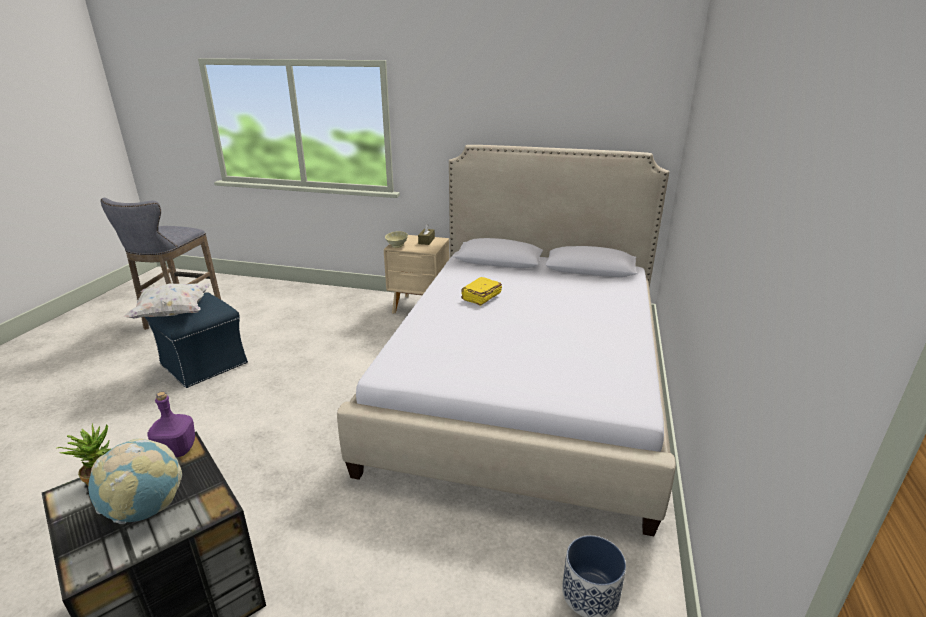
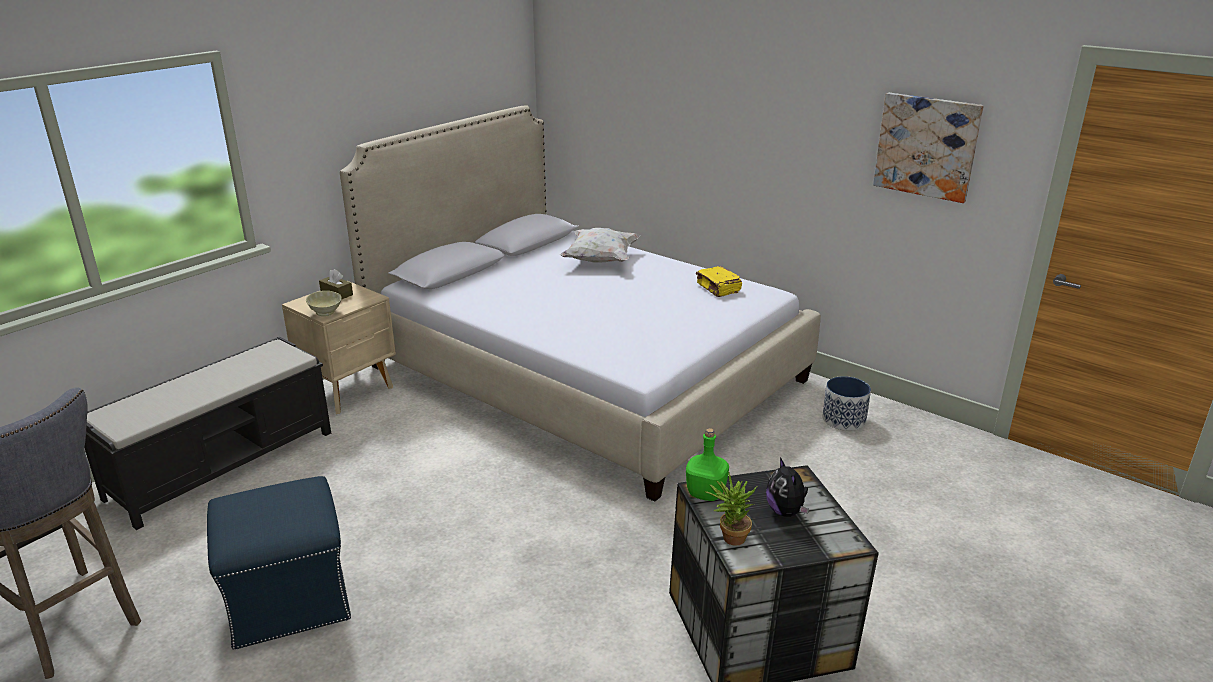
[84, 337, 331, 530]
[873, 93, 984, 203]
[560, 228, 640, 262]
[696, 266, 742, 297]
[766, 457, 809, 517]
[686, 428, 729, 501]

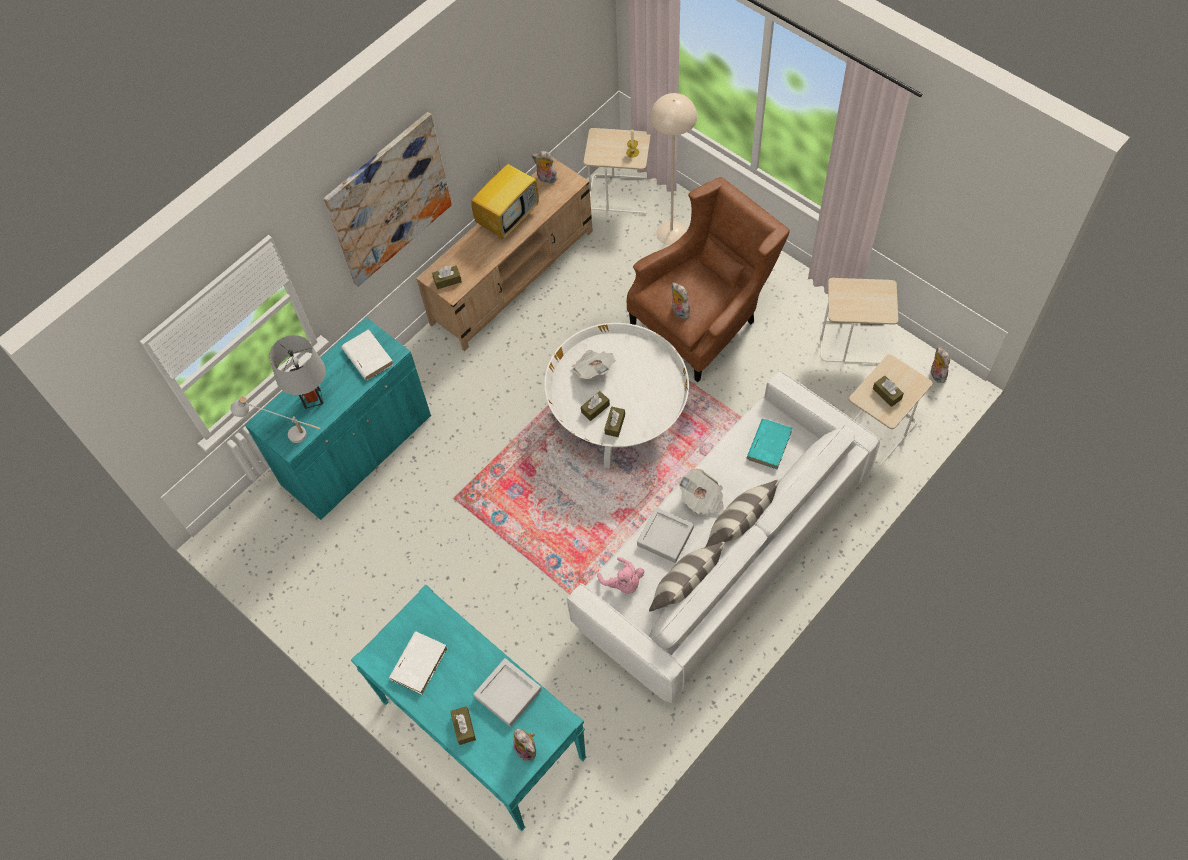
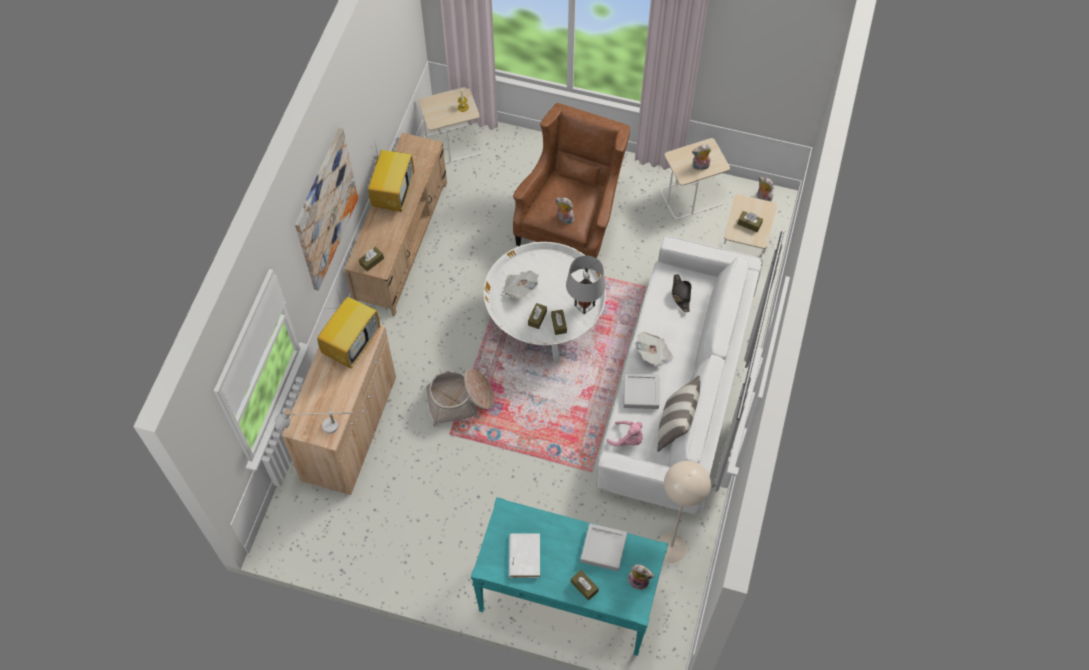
[706, 479, 780, 547] (first image)
[426, 369, 494, 427]
[566, 256, 606, 314]
[692, 144, 711, 170]
[658, 461, 711, 563]
[317, 290, 380, 369]
[672, 274, 692, 312]
[281, 313, 396, 495]

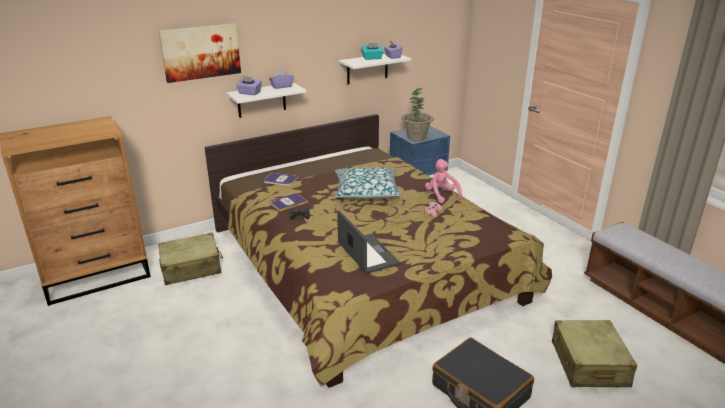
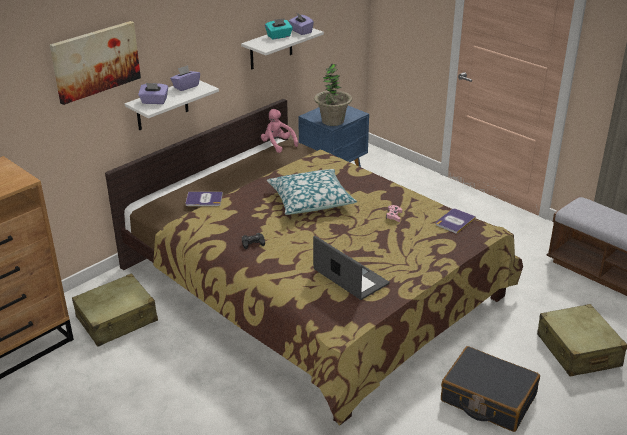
[436, 209, 476, 234]
[261, 109, 298, 153]

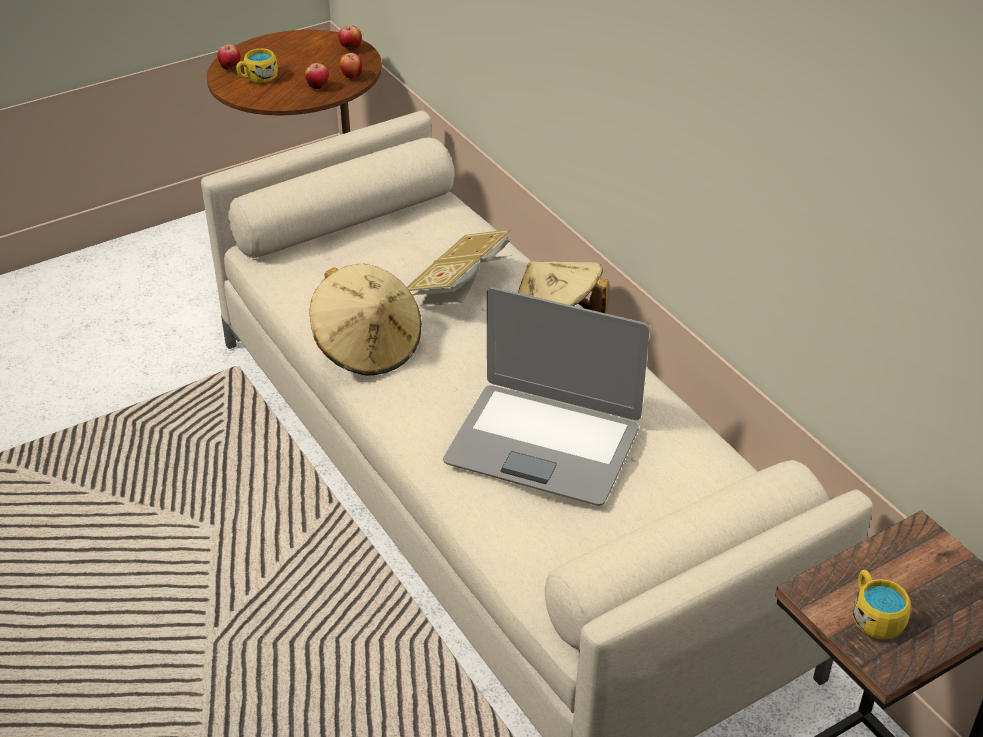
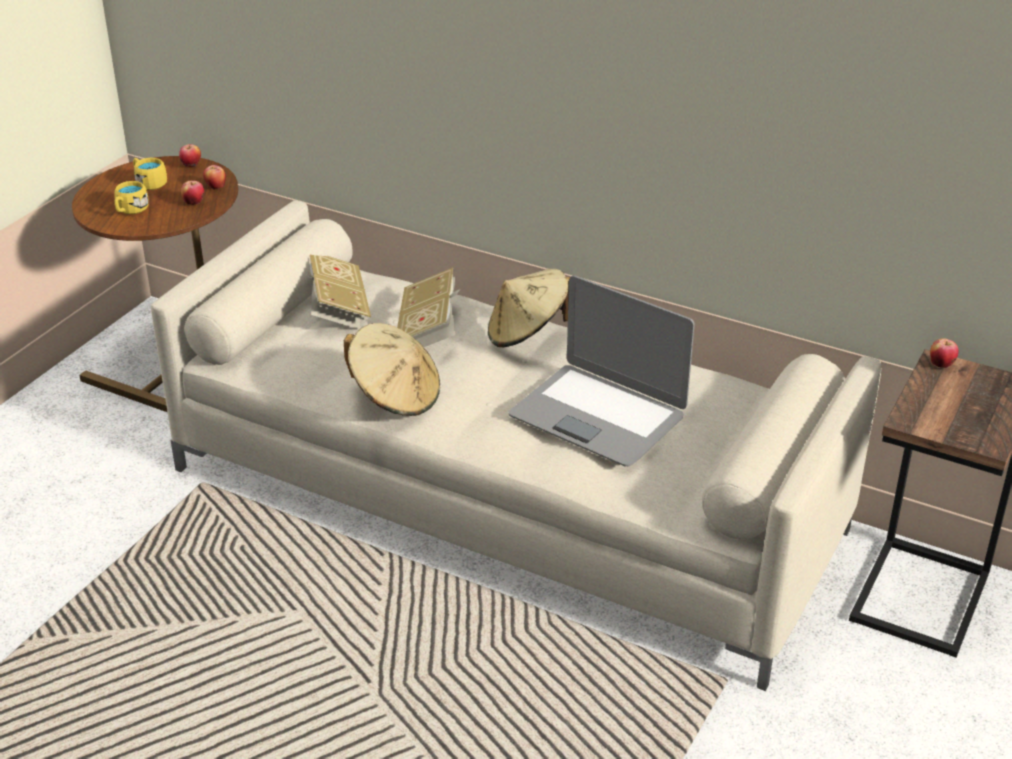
[309, 255, 371, 329]
[930, 338, 959, 368]
[133, 158, 167, 190]
[509, 275, 695, 467]

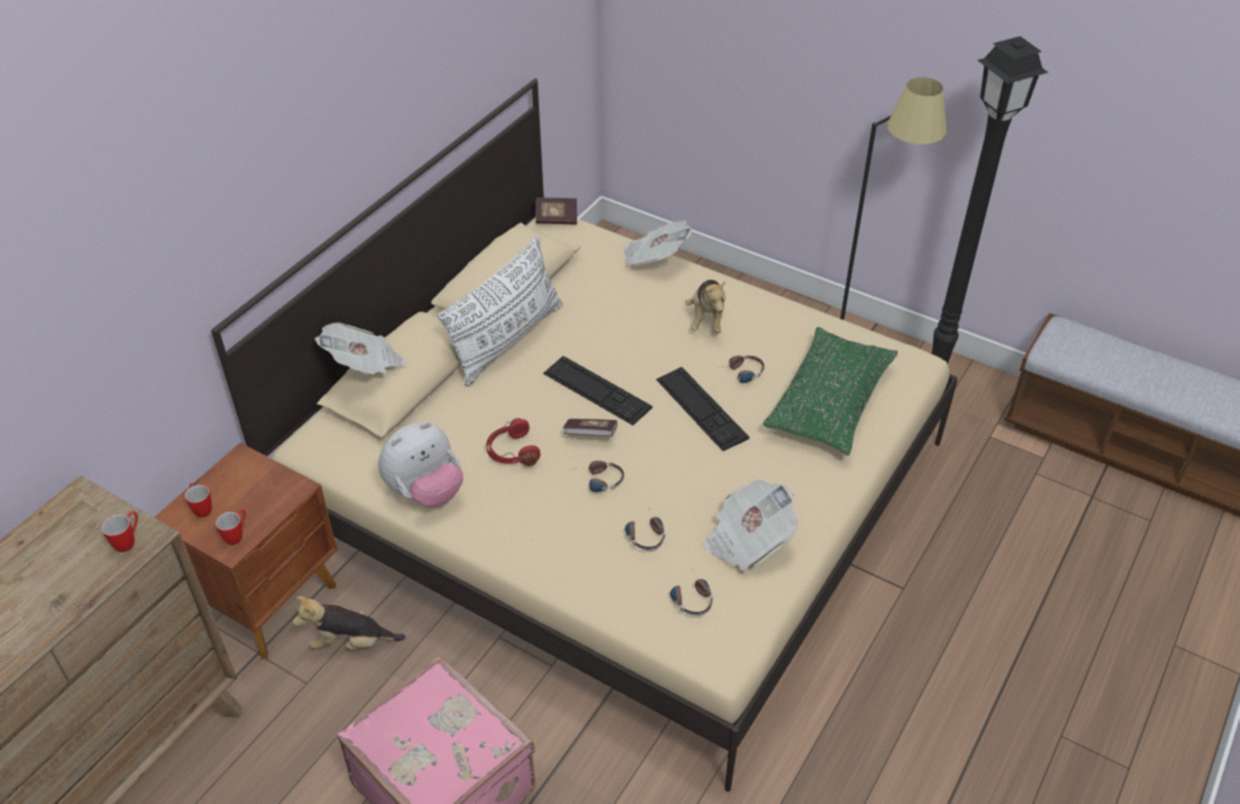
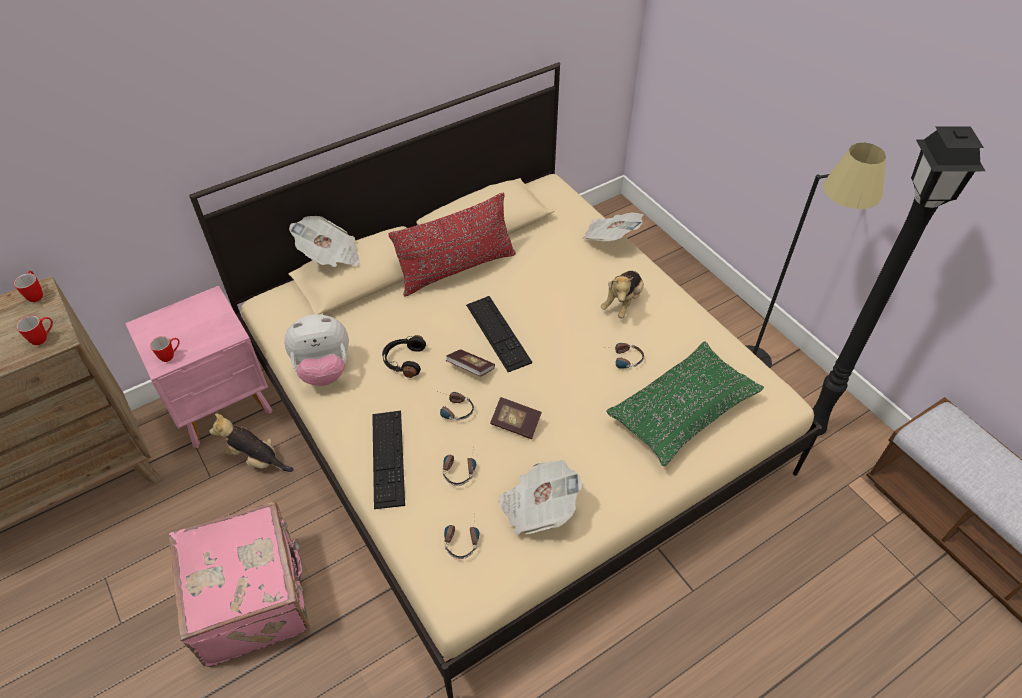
[14, 271, 43, 302]
[490, 397, 541, 439]
[372, 411, 405, 509]
[125, 286, 272, 448]
[389, 193, 516, 297]
[382, 335, 426, 378]

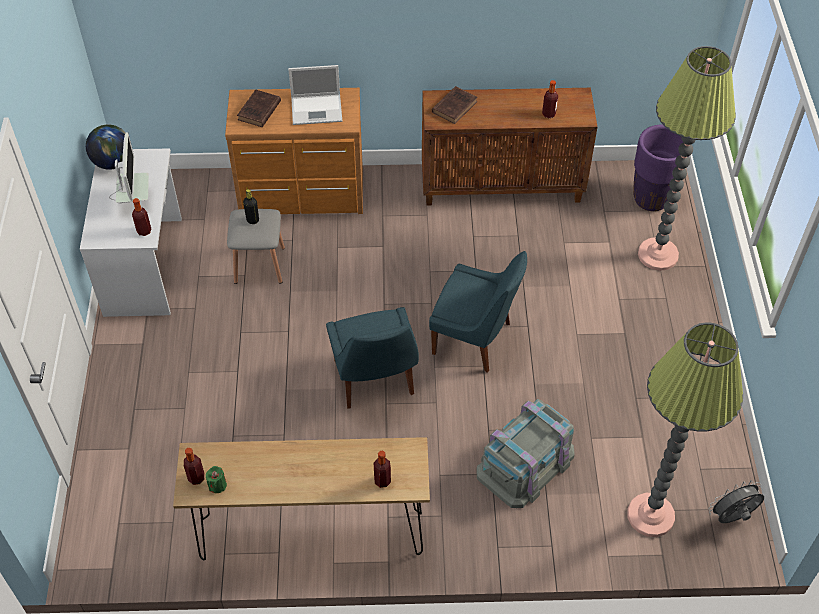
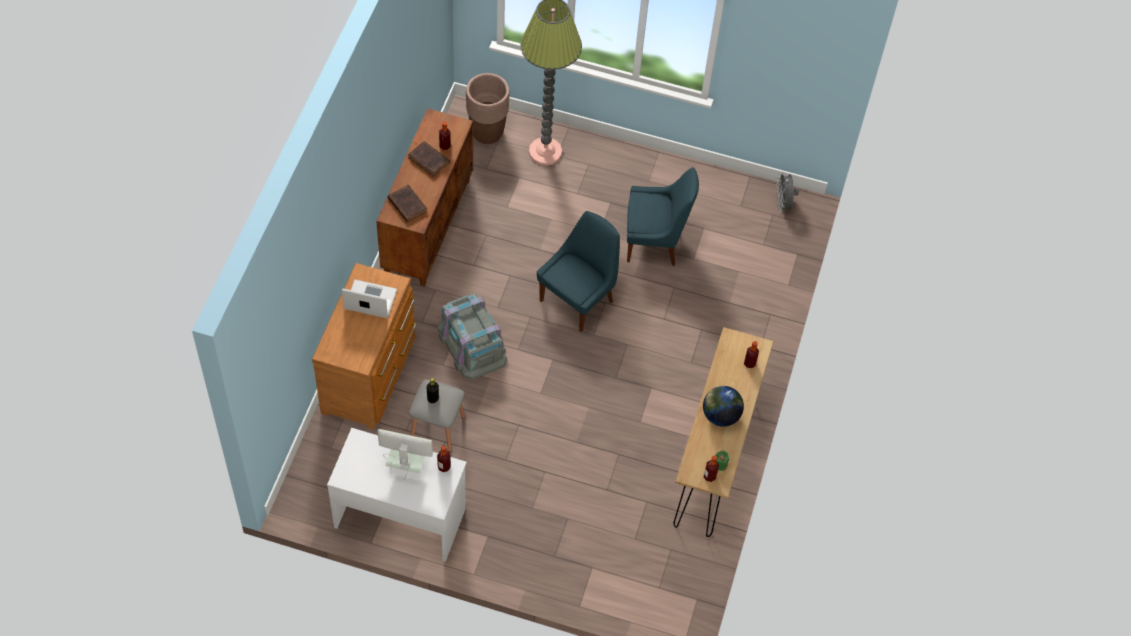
[627, 323, 743, 537] (first image)
[703, 386, 744, 427]
[408, 141, 450, 177]
[627, 167, 699, 266]
[438, 293, 507, 380]
[466, 73, 510, 144]
[342, 279, 397, 318]

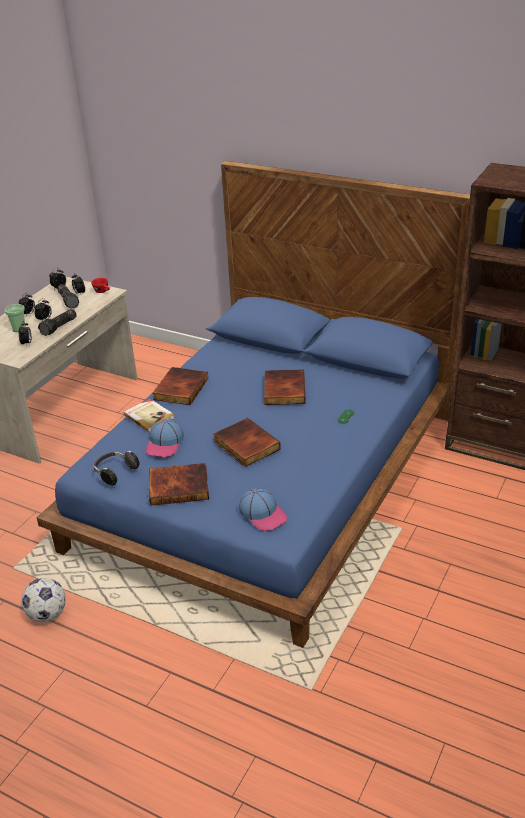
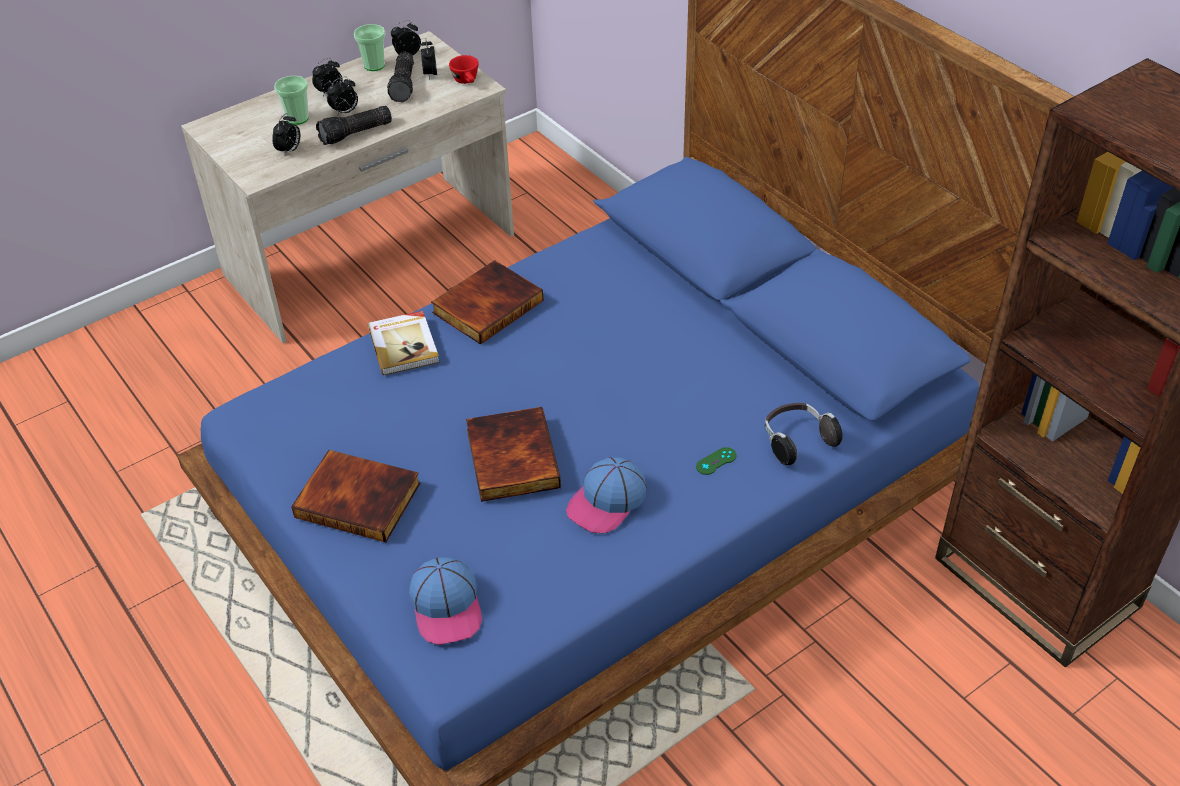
[21, 578, 66, 622] (first image)
[264, 369, 306, 405] (first image)
[354, 24, 385, 71]
[765, 403, 843, 465]
[566, 457, 647, 533]

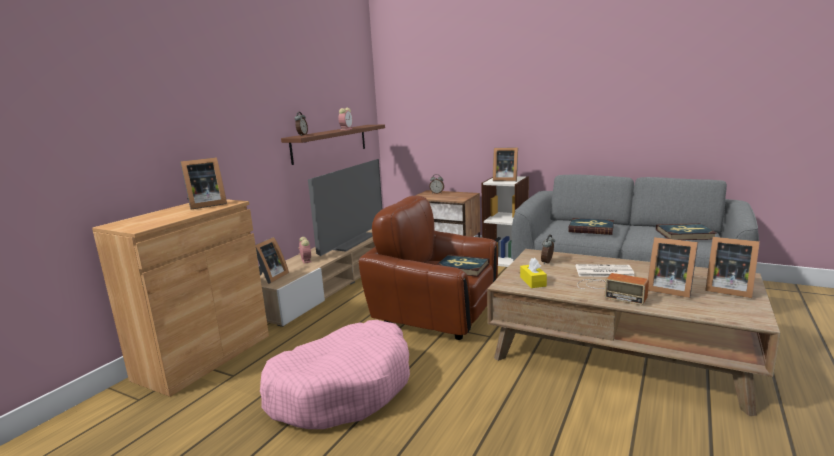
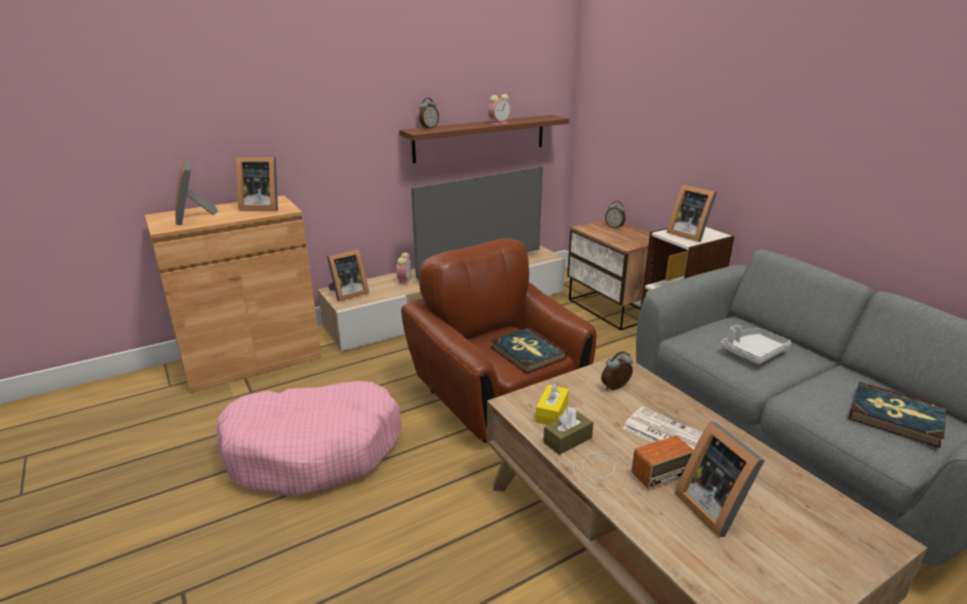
[543, 407, 593, 455]
[175, 161, 218, 225]
[720, 325, 791, 364]
[573, 435, 693, 490]

